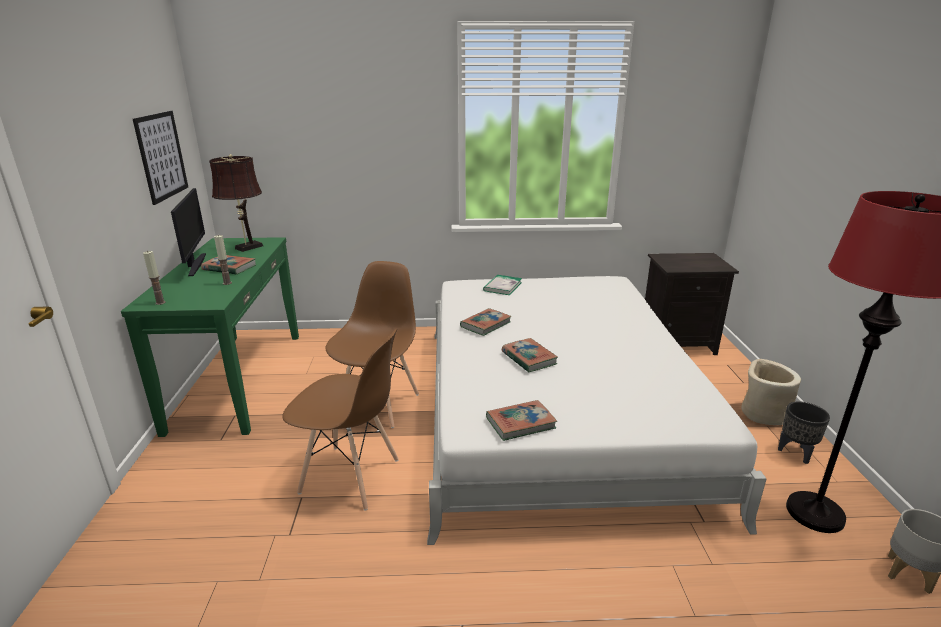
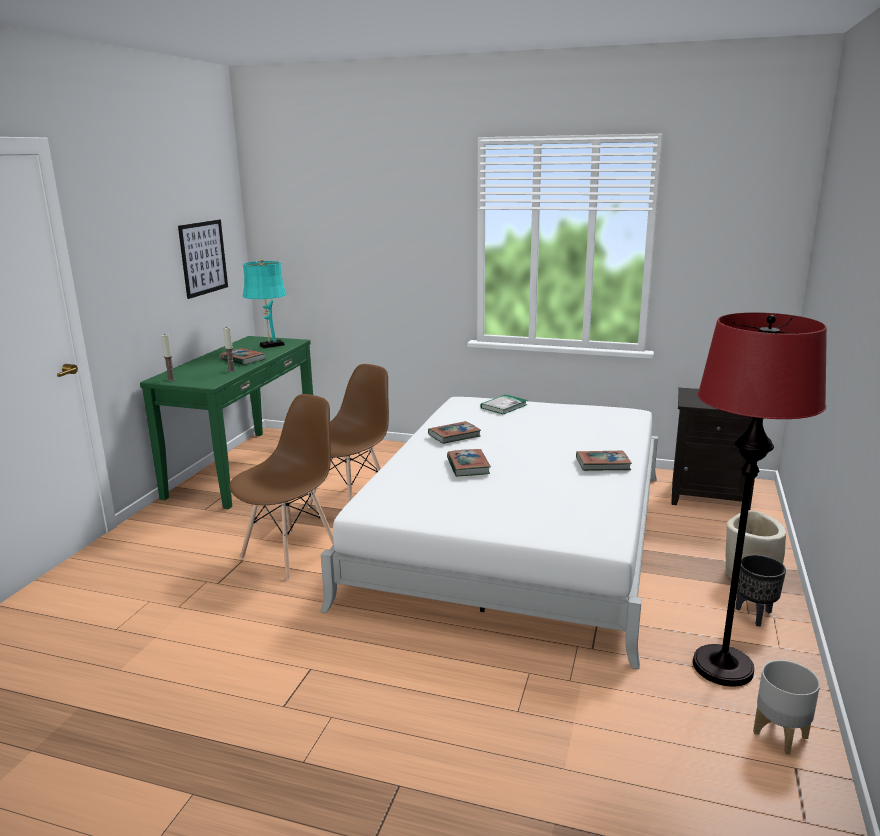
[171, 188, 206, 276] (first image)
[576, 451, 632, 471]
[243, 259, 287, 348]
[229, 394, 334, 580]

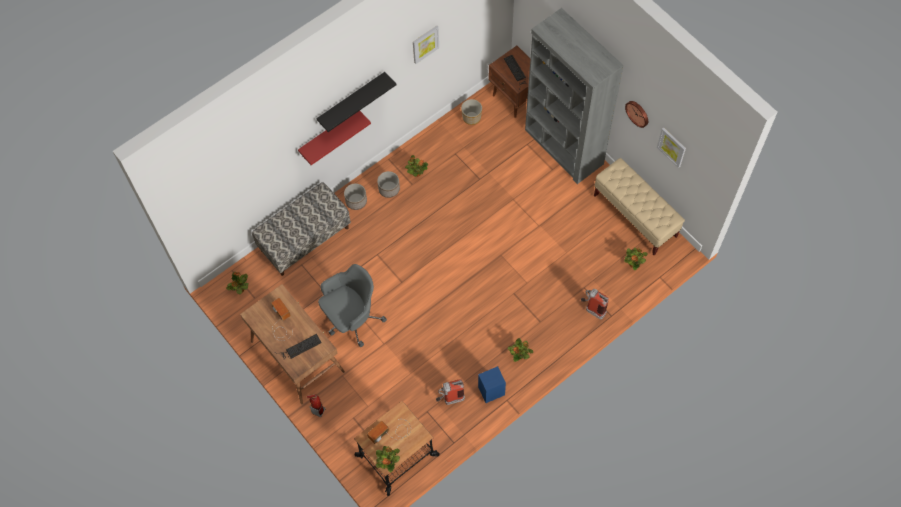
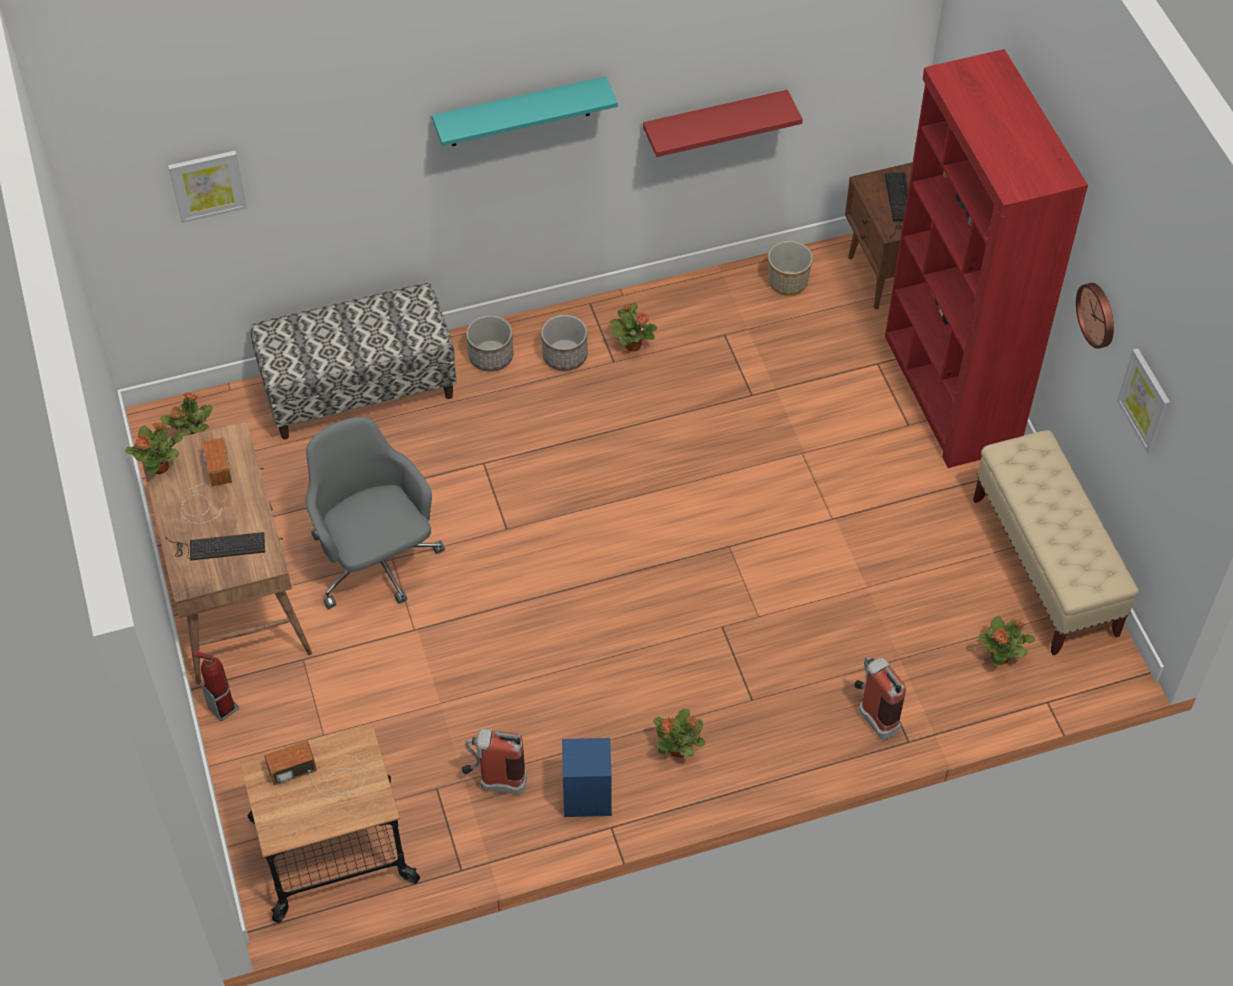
[643, 90, 803, 157]
[125, 422, 183, 475]
[168, 151, 247, 223]
[432, 76, 618, 146]
[885, 49, 1088, 468]
[306, 417, 445, 609]

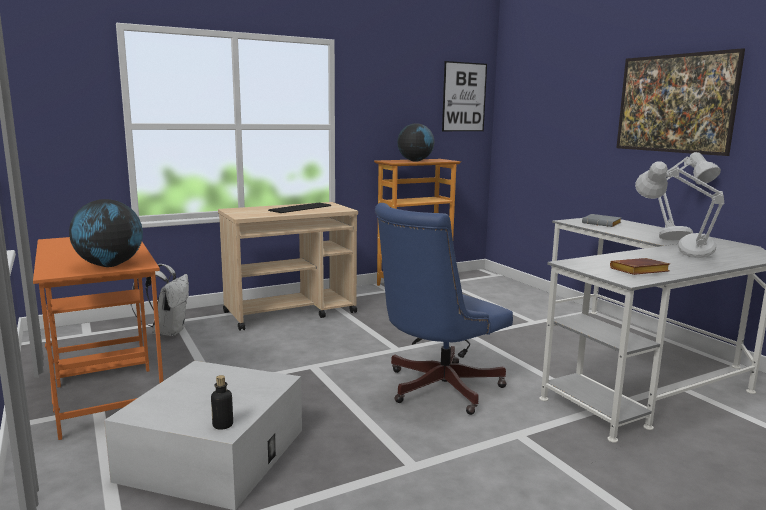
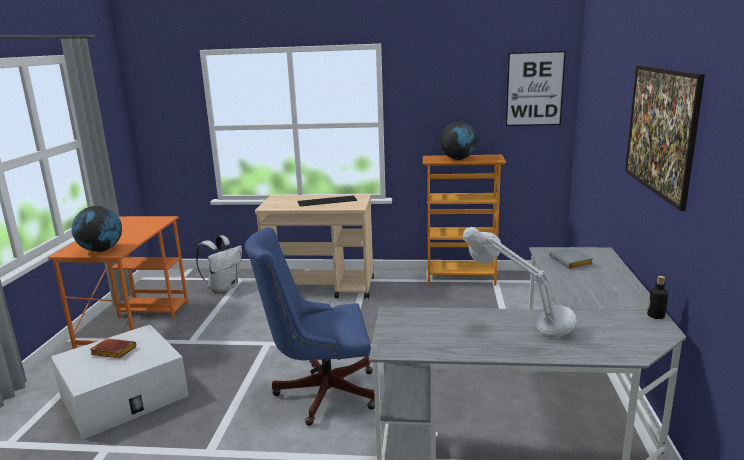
[658, 152, 721, 240] (first image)
[647, 276, 668, 319]
[89, 338, 136, 358]

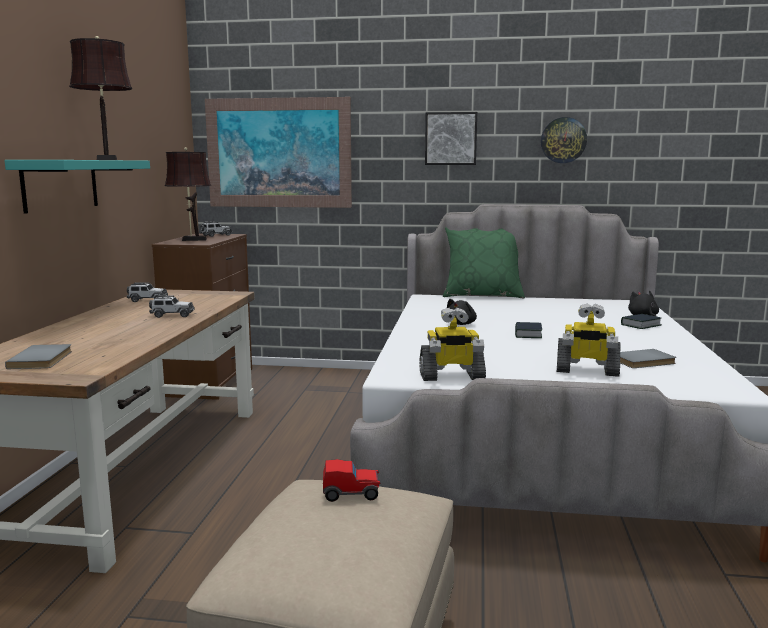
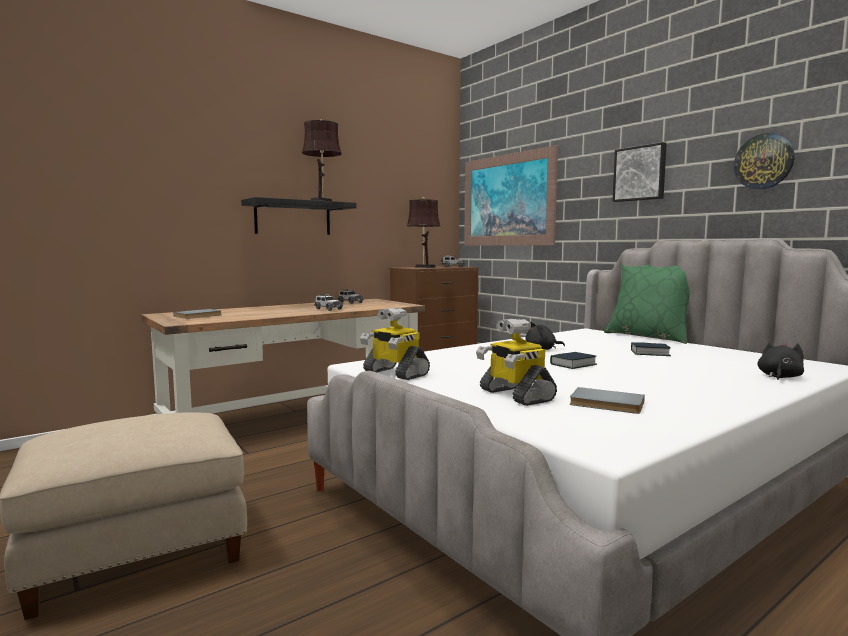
[323, 459, 381, 502] (first image)
[631, 342, 671, 356]
[241, 197, 356, 235]

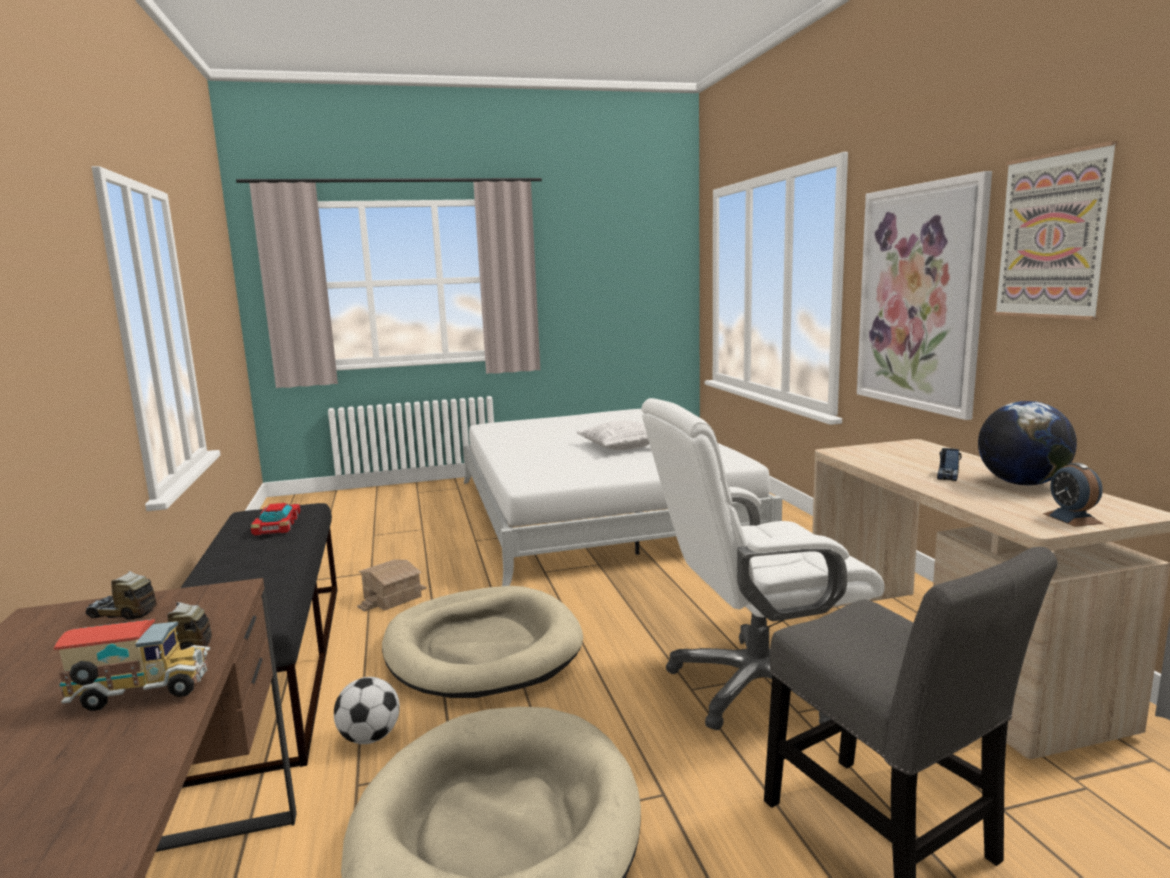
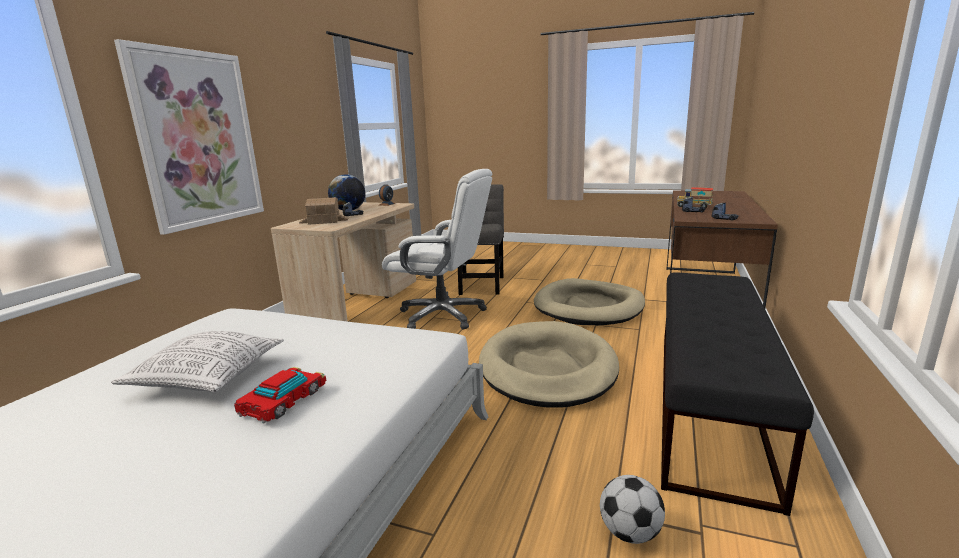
[994, 141, 1118, 320] (first image)
[234, 367, 326, 423]
[600, 475, 665, 544]
[299, 197, 348, 225]

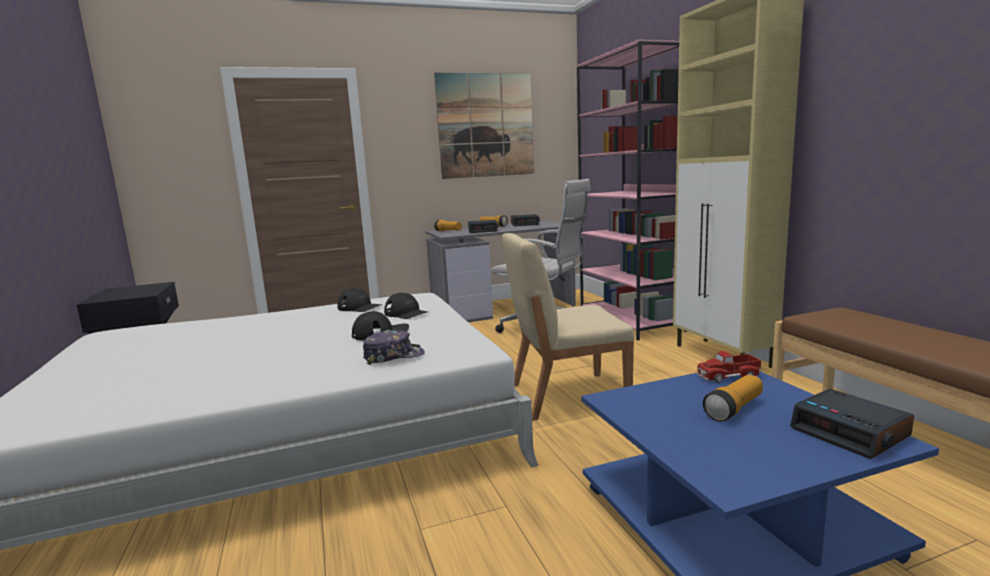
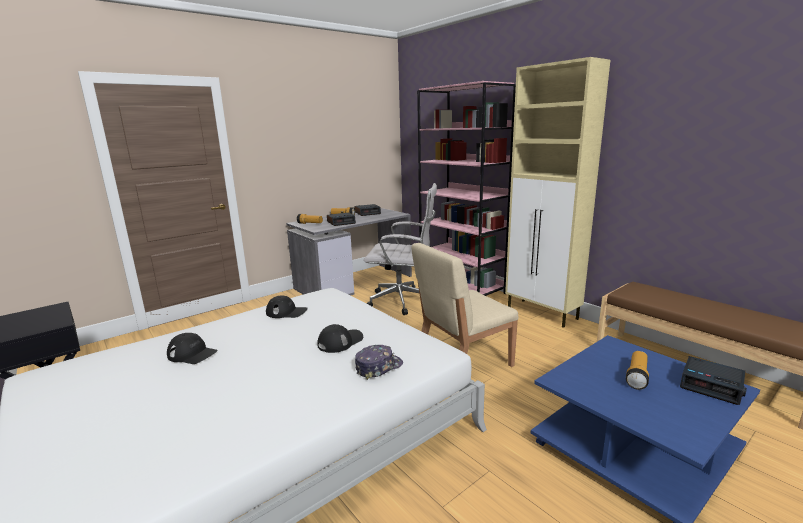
[434, 73, 534, 179] (first image)
[696, 351, 762, 383] (first image)
[167, 333, 218, 364]

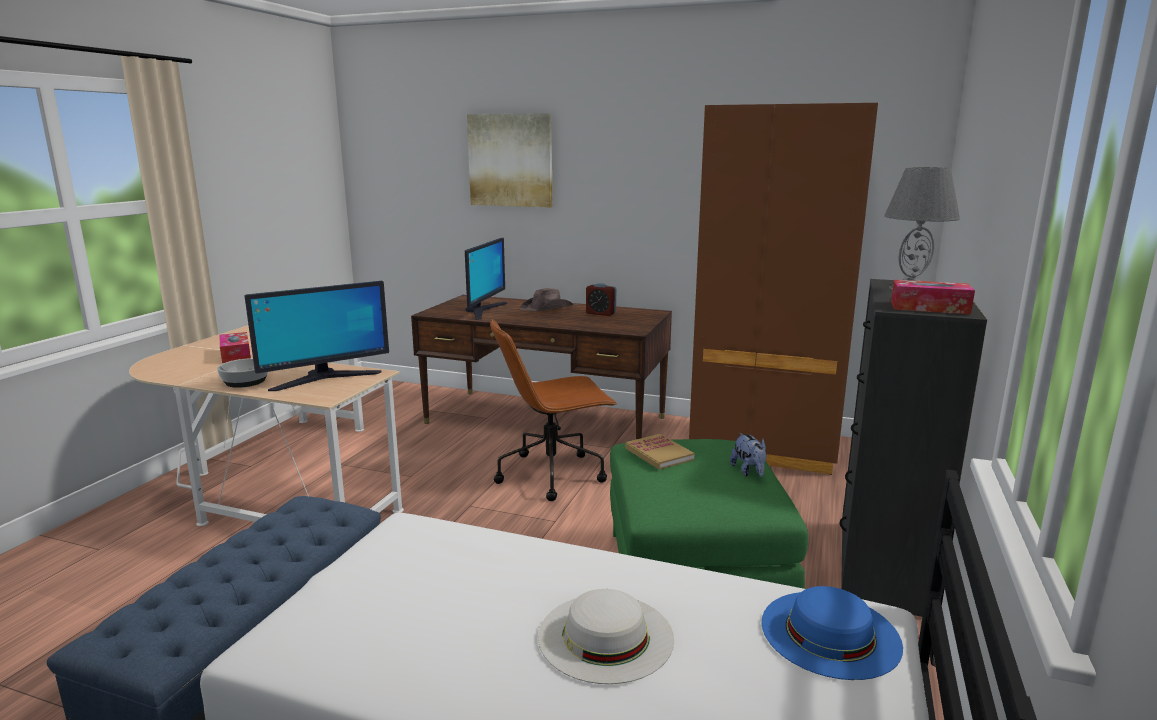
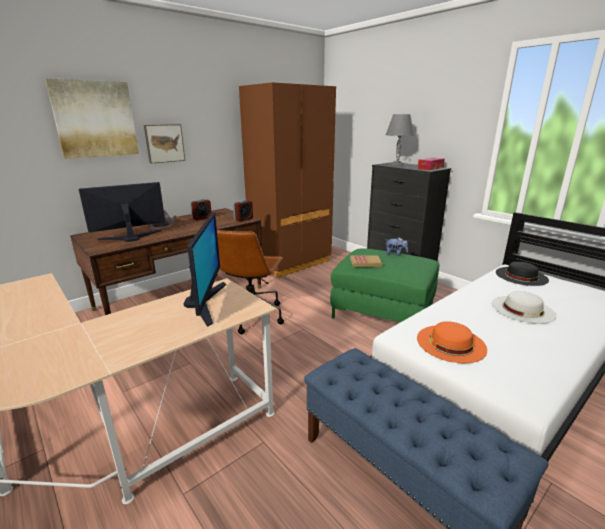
[217, 358, 268, 388] (first image)
[220, 332, 251, 363] (first image)
[144, 124, 185, 164]
[233, 200, 253, 222]
[417, 321, 487, 363]
[496, 262, 549, 286]
[79, 182, 165, 242]

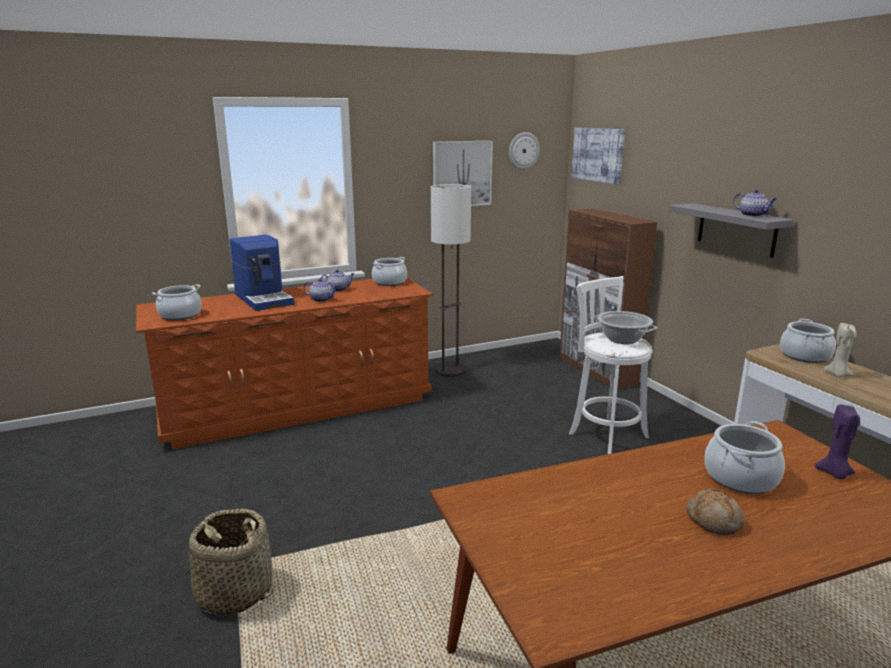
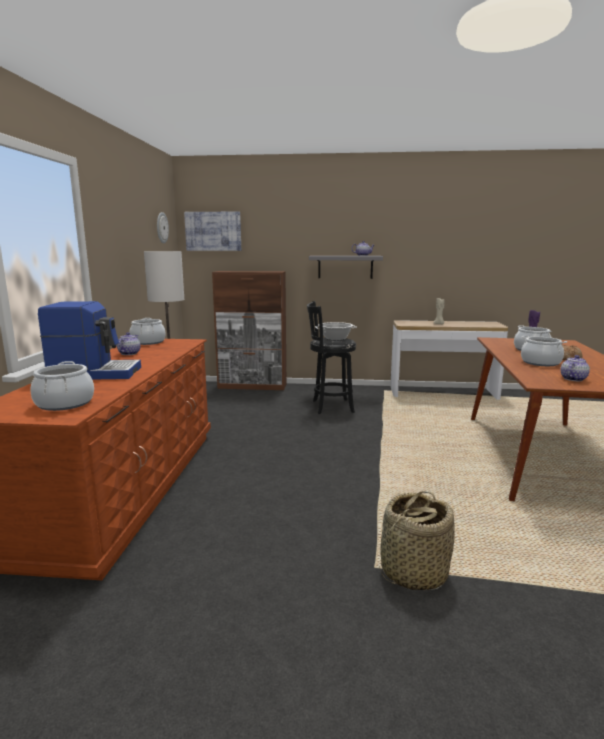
[433, 141, 493, 206] (first image)
[560, 355, 590, 381]
[521, 336, 567, 366]
[307, 301, 356, 414]

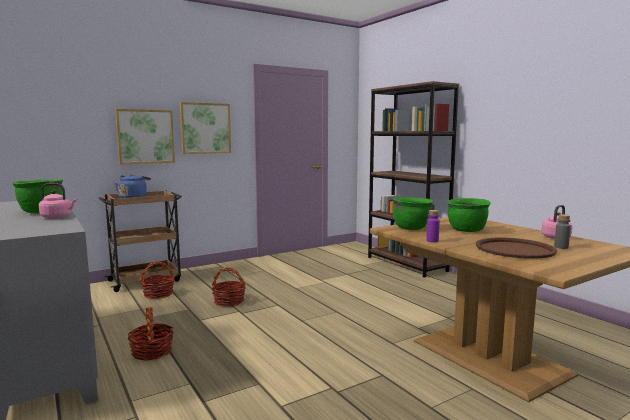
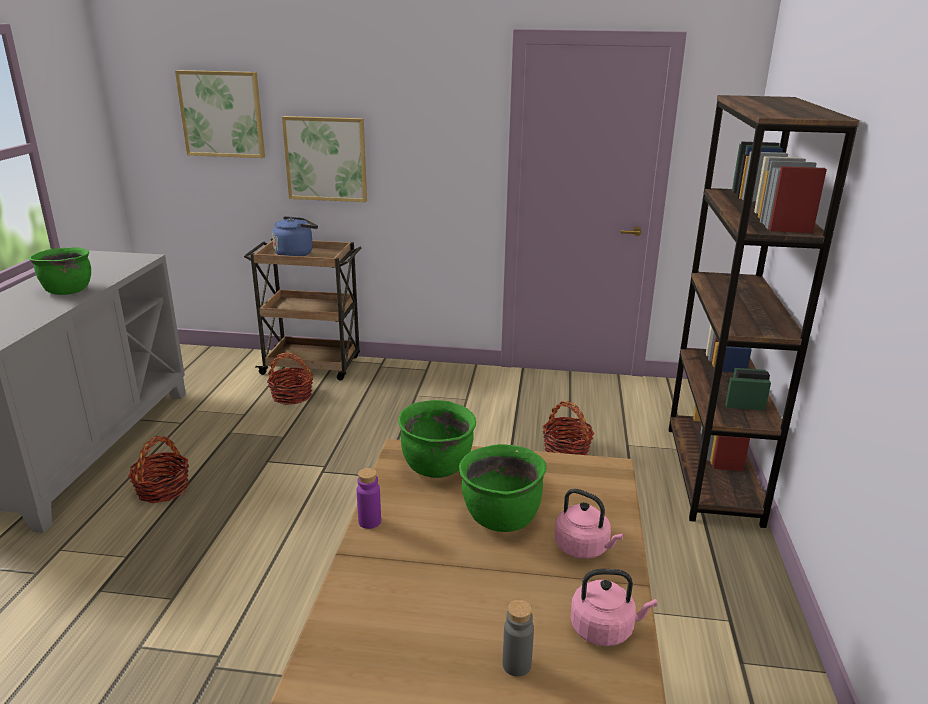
[476, 238, 557, 259] (first image)
[555, 489, 624, 559]
[175, 70, 265, 158]
[542, 401, 594, 455]

